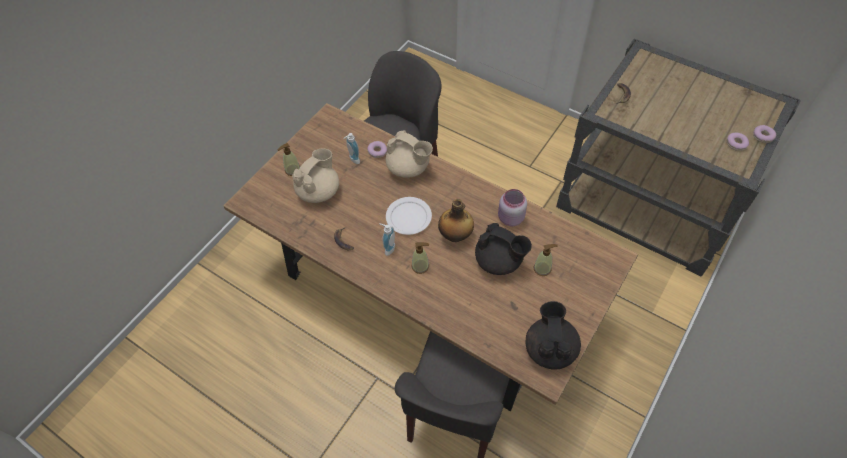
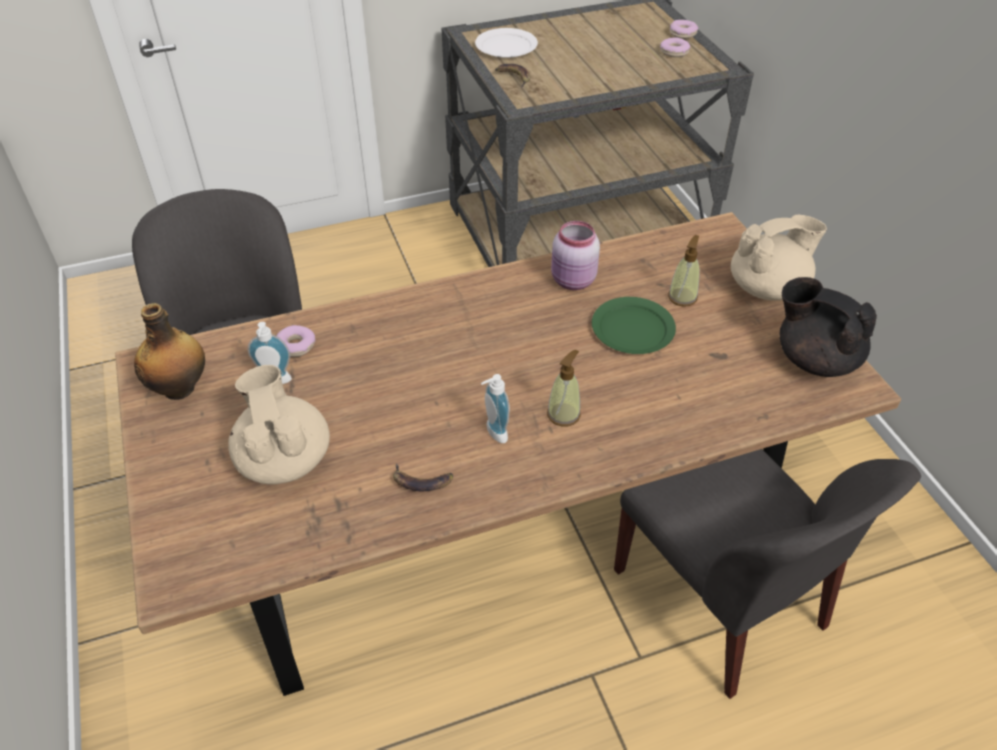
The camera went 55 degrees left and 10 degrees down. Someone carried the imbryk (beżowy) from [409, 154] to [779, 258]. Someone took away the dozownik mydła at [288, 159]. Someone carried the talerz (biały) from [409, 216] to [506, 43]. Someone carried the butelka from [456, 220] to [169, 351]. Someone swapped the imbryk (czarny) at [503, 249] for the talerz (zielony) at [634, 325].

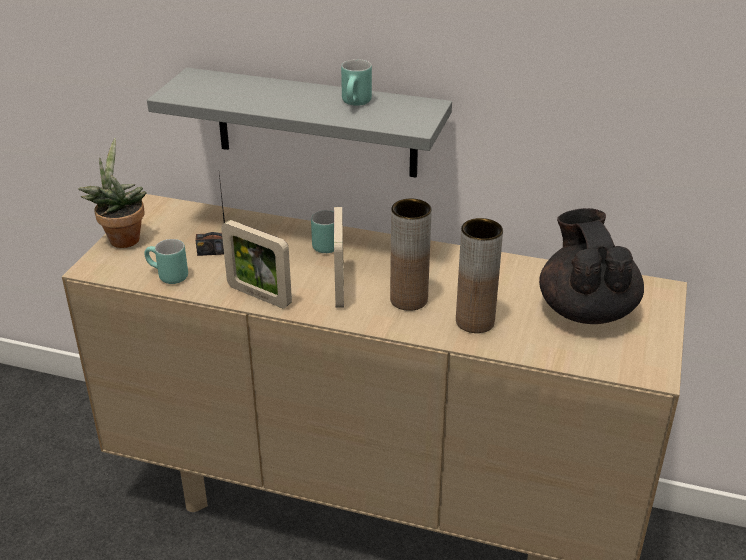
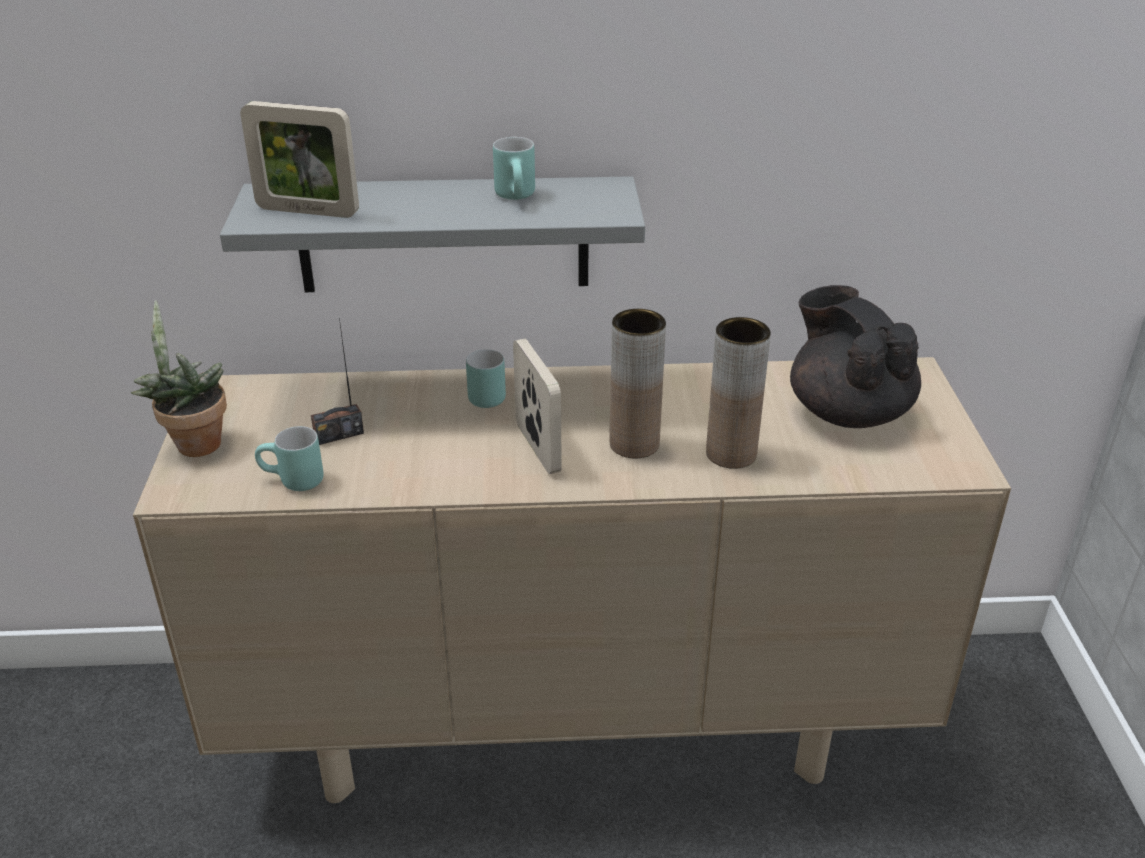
The camera went 20 degrees left and 0 degrees up. Someone carried the ramka na zdjęcie from [256, 264] to [299, 159].

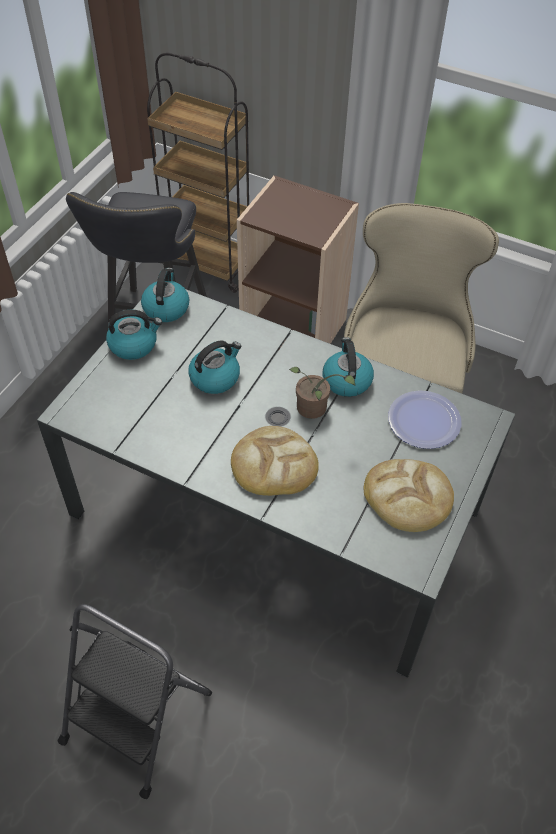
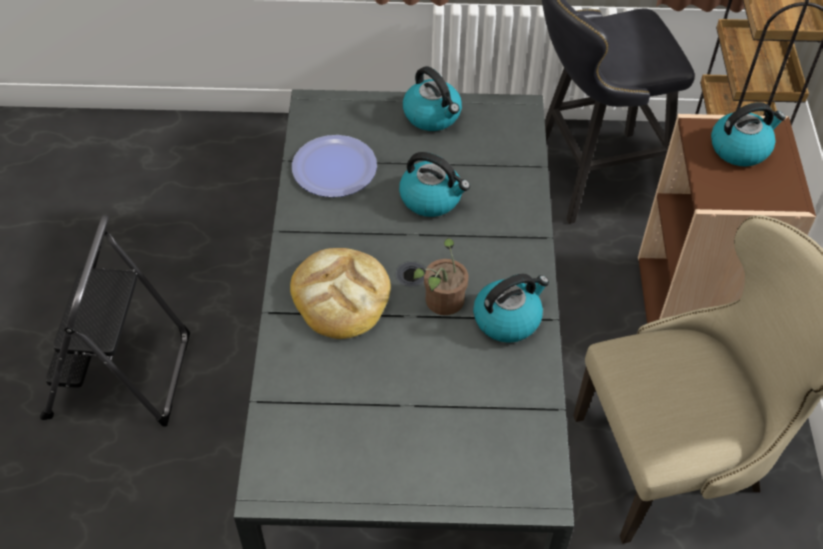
The camera went 65 degrees right and 0 degrees up. Someone carried the czajnik from [165, 295] to [748, 134]. Someone carried the talerz from [425, 419] to [334, 166]. Someone took away the chleb at [409, 495].

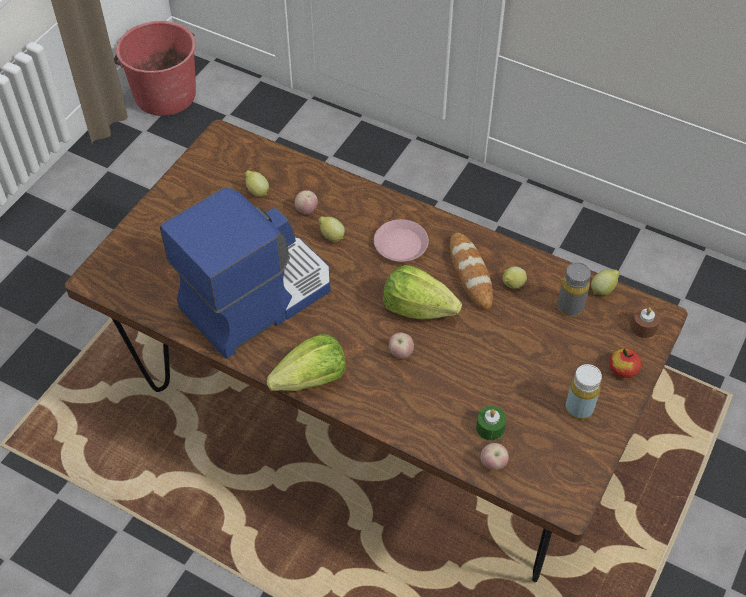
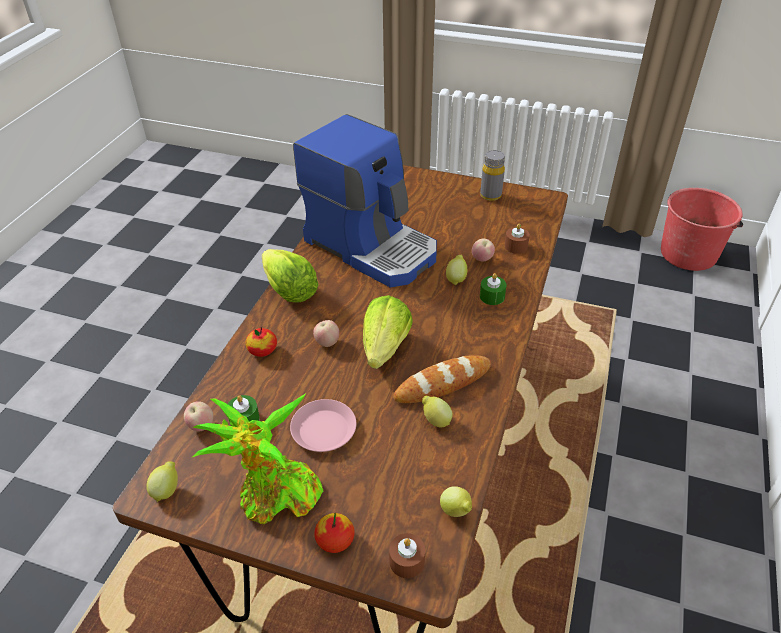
The camera went 80 degrees right and 10 degrees down. Someone carried the cytryna from [257, 183] to [162, 481]. Someone carried the talerz (różowy) from [401, 240] to [323, 425]. Someone carried the butelka (szary) from [574, 289] to [492, 175]. Someone swapped the butelka (żółty) at [584, 391] for the roślina doniczkowa at [258, 459]. Someone put down the świeca (brązowy) at [517, 238]. Someone put down the świeca (zielony) at [493, 289]. Someone put down the jabłko at [261, 342].

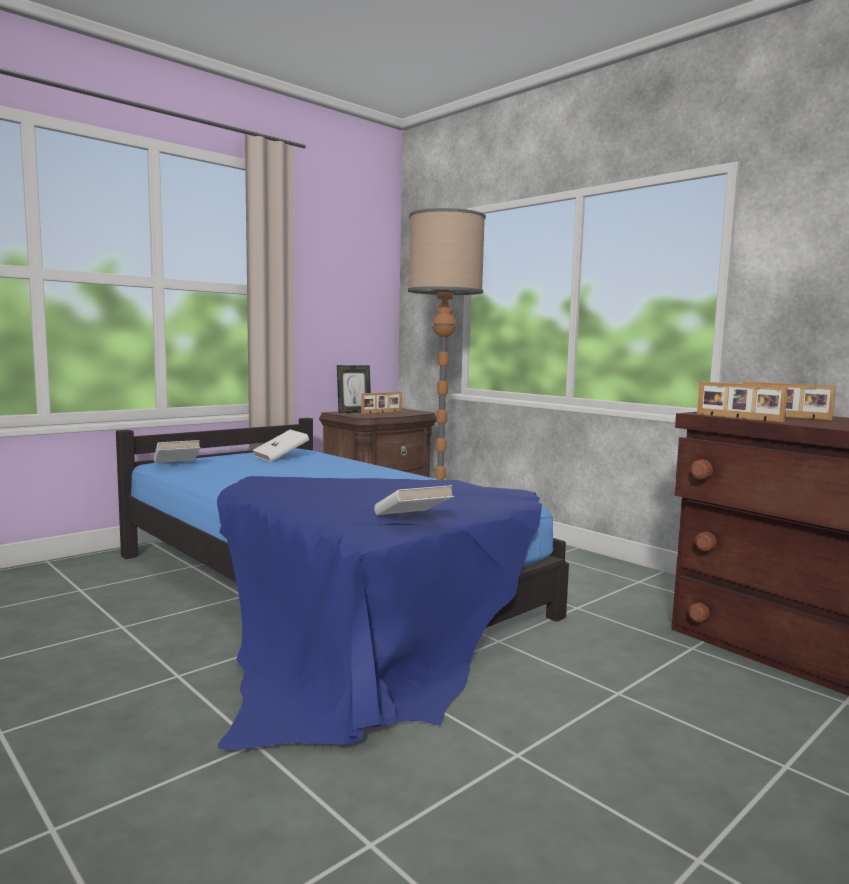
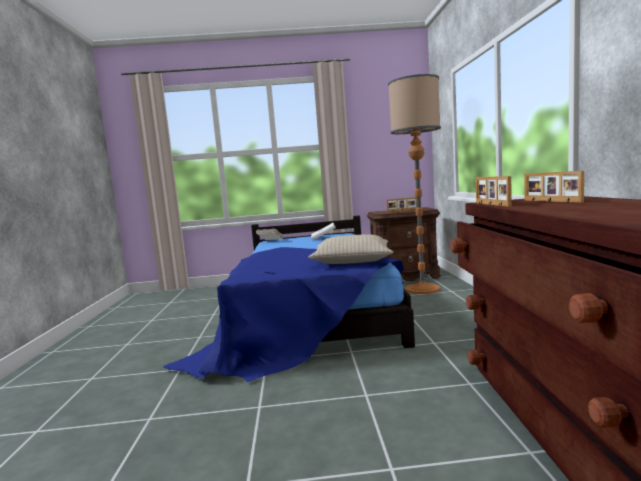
The camera went 40 degrees right and 0 degrees up. Someone took away the ramka na zdjęcie at [354, 389]. Someone took away the książka (biały) at [414, 500]. Someone put down the poduszka (beżowy) at [351, 249].

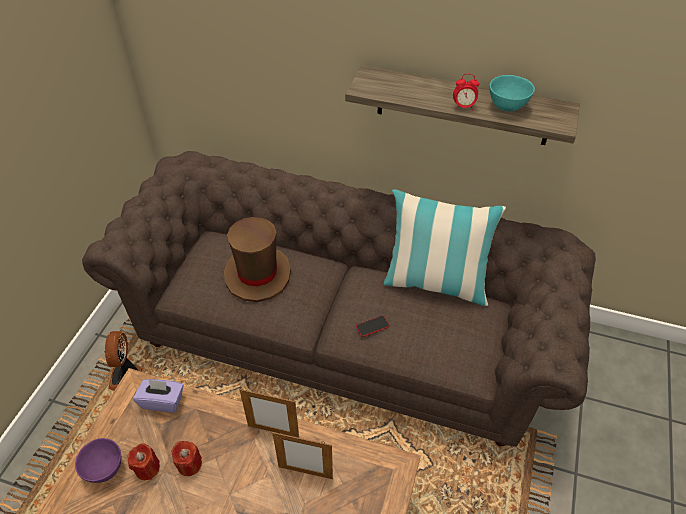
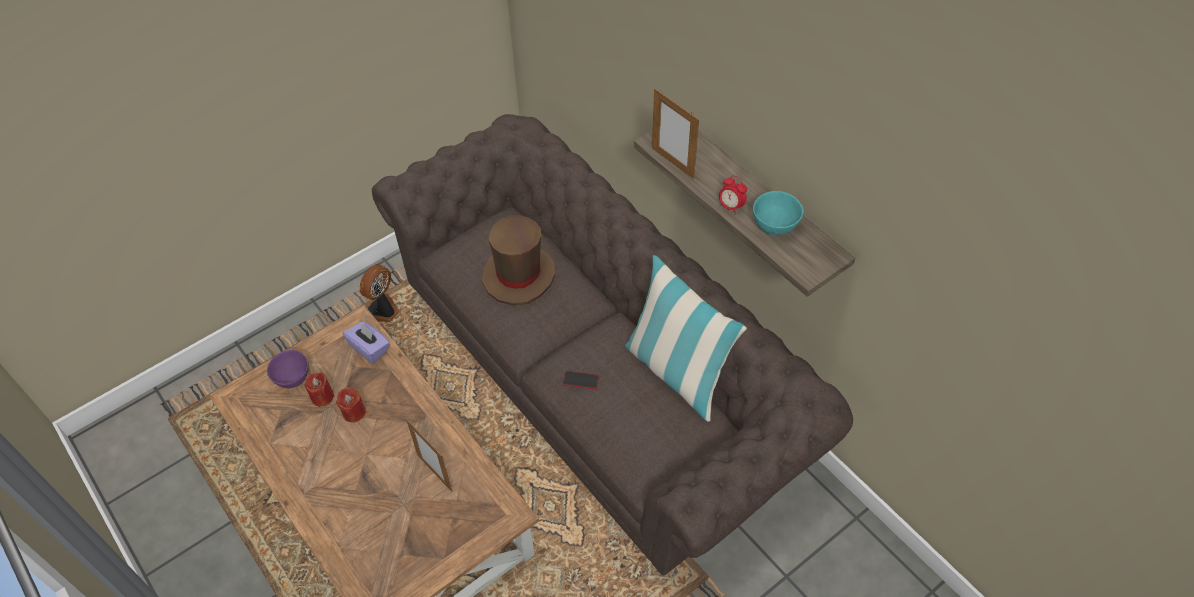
The camera went 35 degrees right and 5 degrees up. Someone carried the ramka na zdjęcie from [269, 413] to [675, 133].

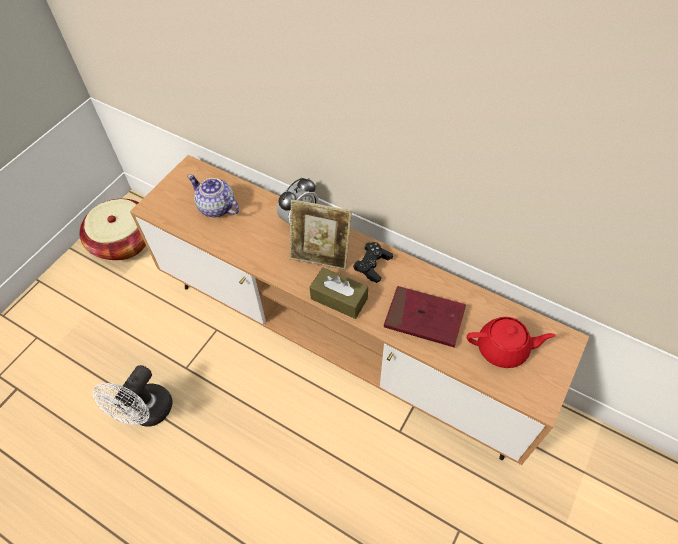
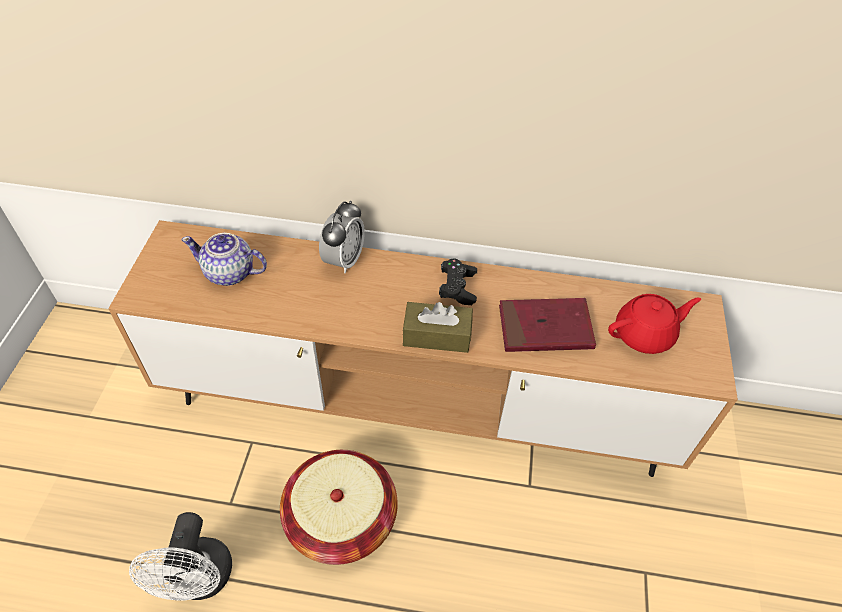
The camera went 25 degrees left and 5 degrees down. Someone carried the koszyk from [112, 229] to [339, 507]. Someone took away the ramka na zdjęcie at [321, 234].

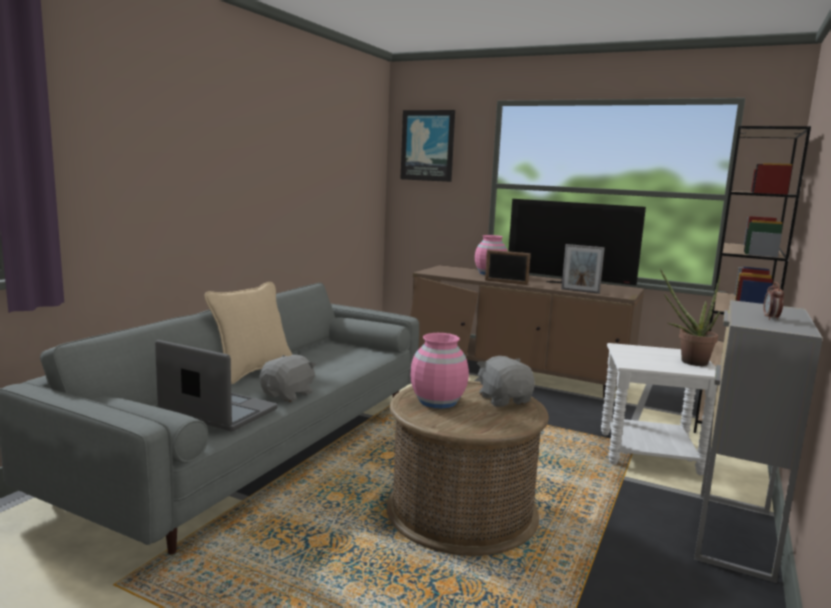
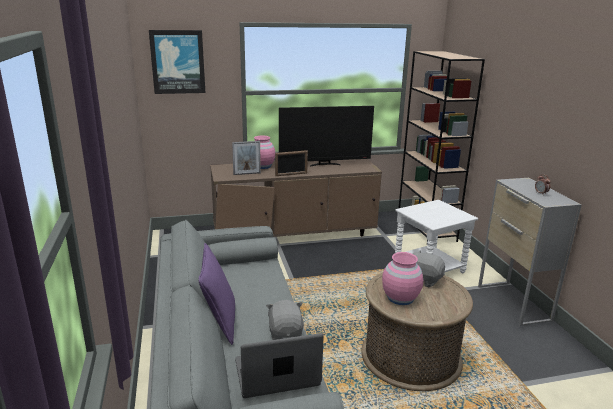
The camera went 40 degrees left and 10 degrees up. Someone carried the ramka na zdjęcie from [583, 269] to [246, 158]. Someone took away the roślina doniczkowa at [690, 317]. Someone repainted the poduszka (beżowy) at [248, 333], which became the poduszka (fioletowy) at [217, 294].

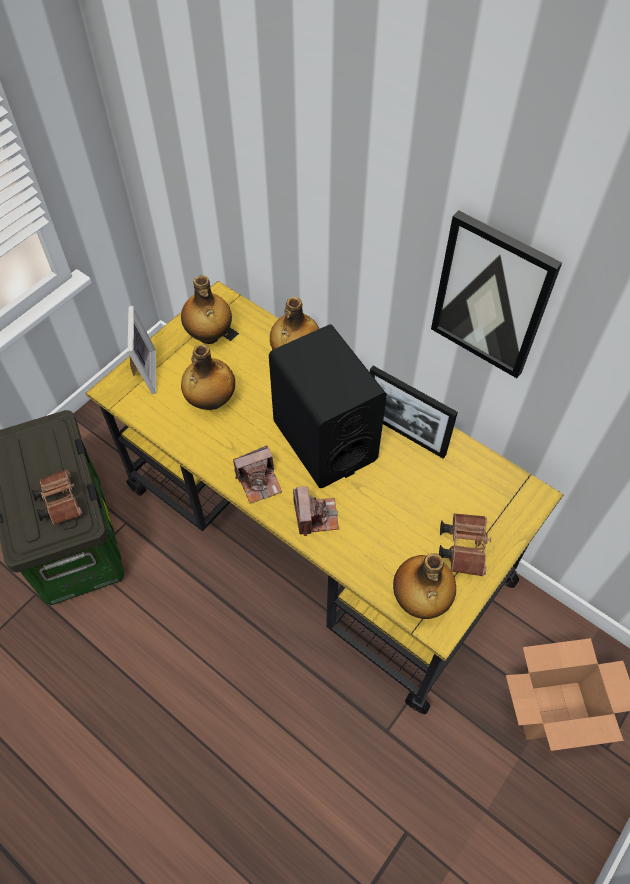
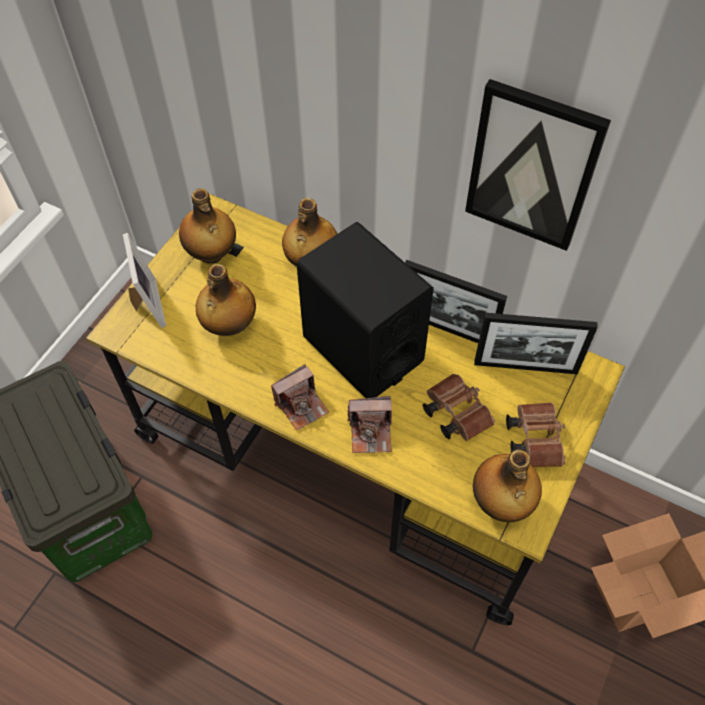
The camera went 10 degrees left and 0 degrees up. Someone carried the lornetka (brązowy) from [56, 497] to [459, 407]. Someone rotated the aparat fotograficzny at [316, 511] by 105 degrees clockwise. Someone put down the ramka na zdjęcie at [536, 343].

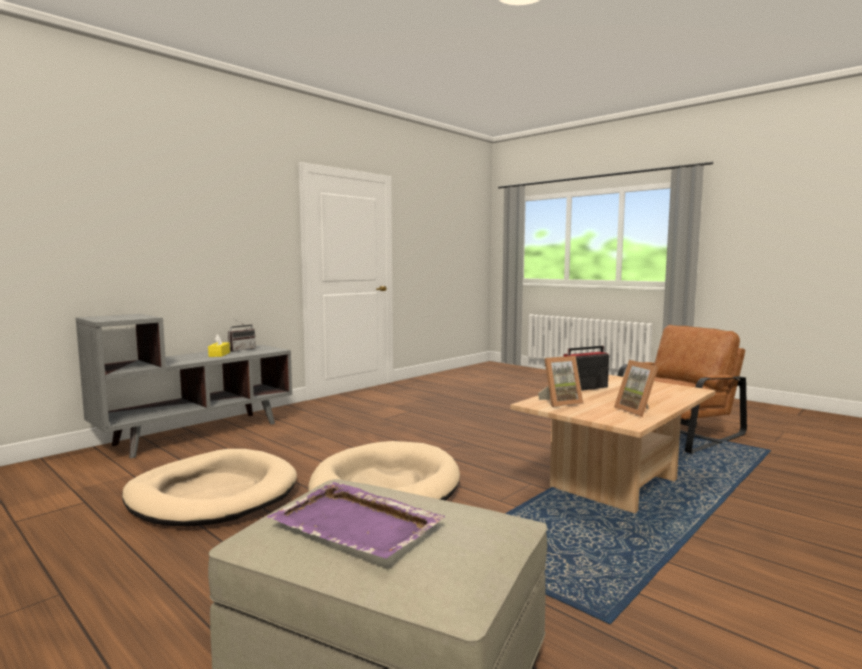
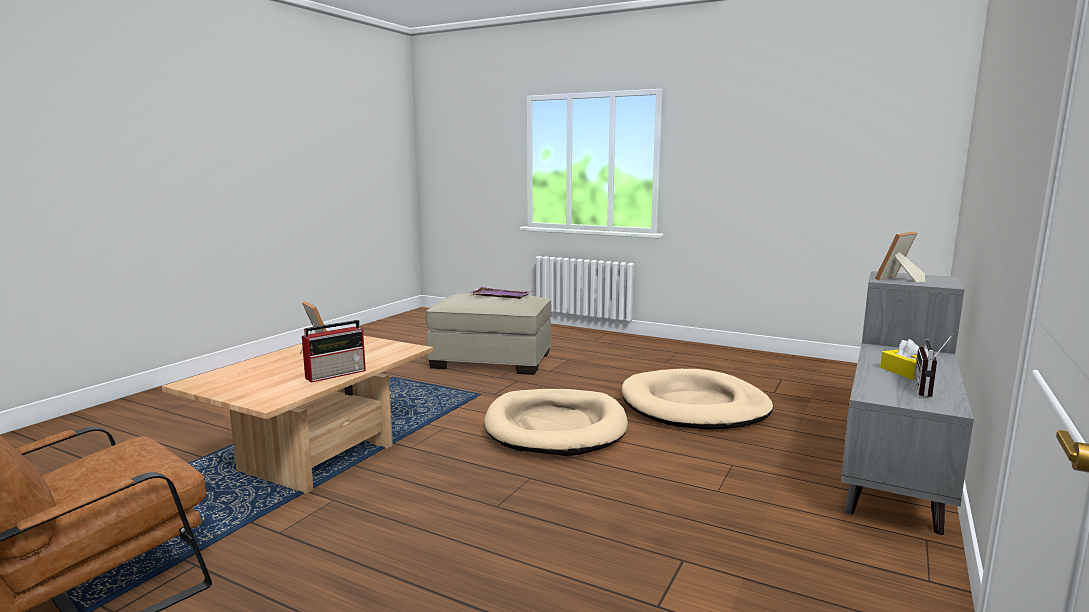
The camera went 165 degrees right and 5 degrees up. Someone carried the ramka na zdjęcie from [560, 381] to [900, 257].

